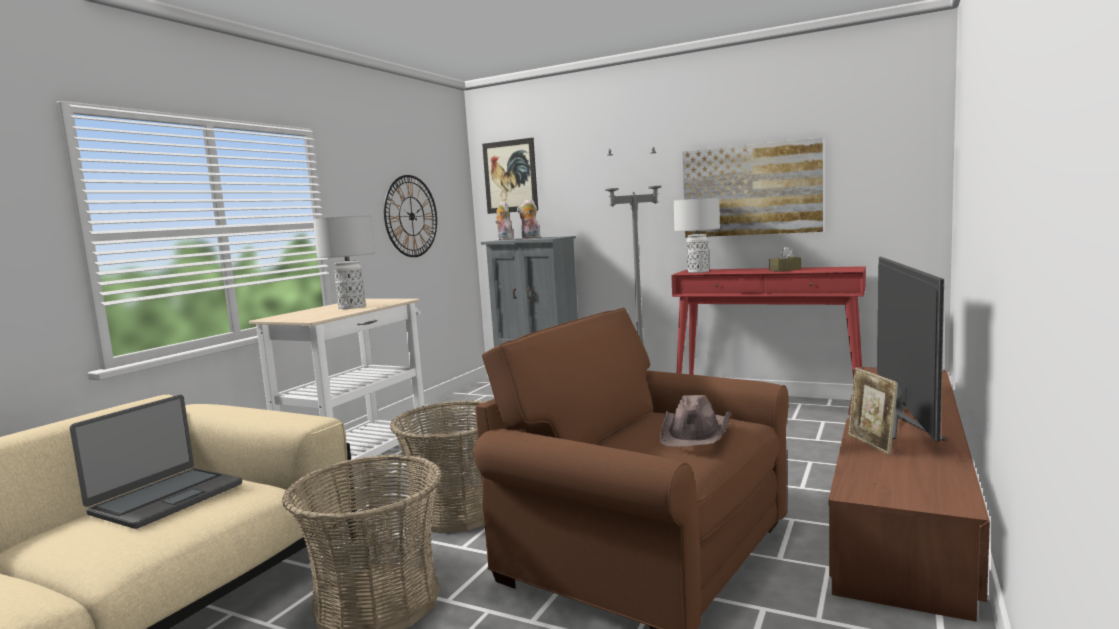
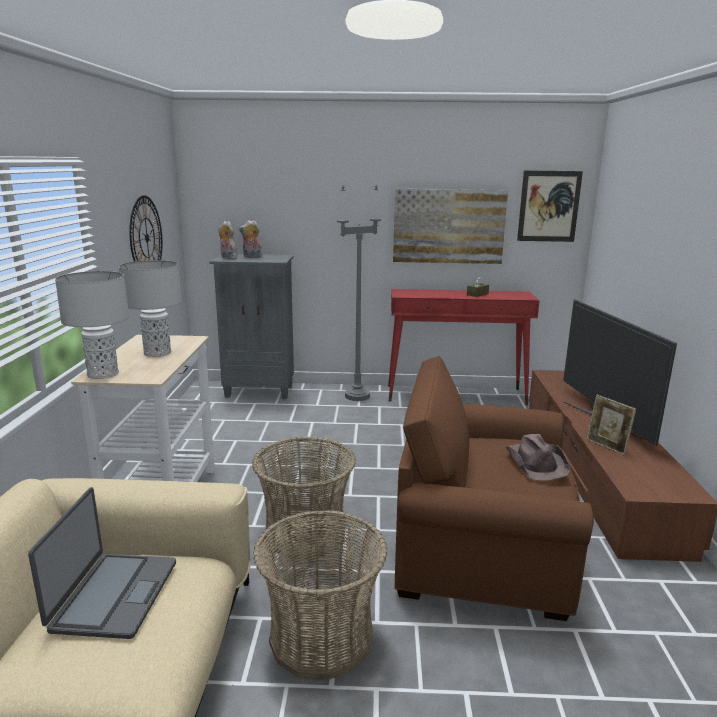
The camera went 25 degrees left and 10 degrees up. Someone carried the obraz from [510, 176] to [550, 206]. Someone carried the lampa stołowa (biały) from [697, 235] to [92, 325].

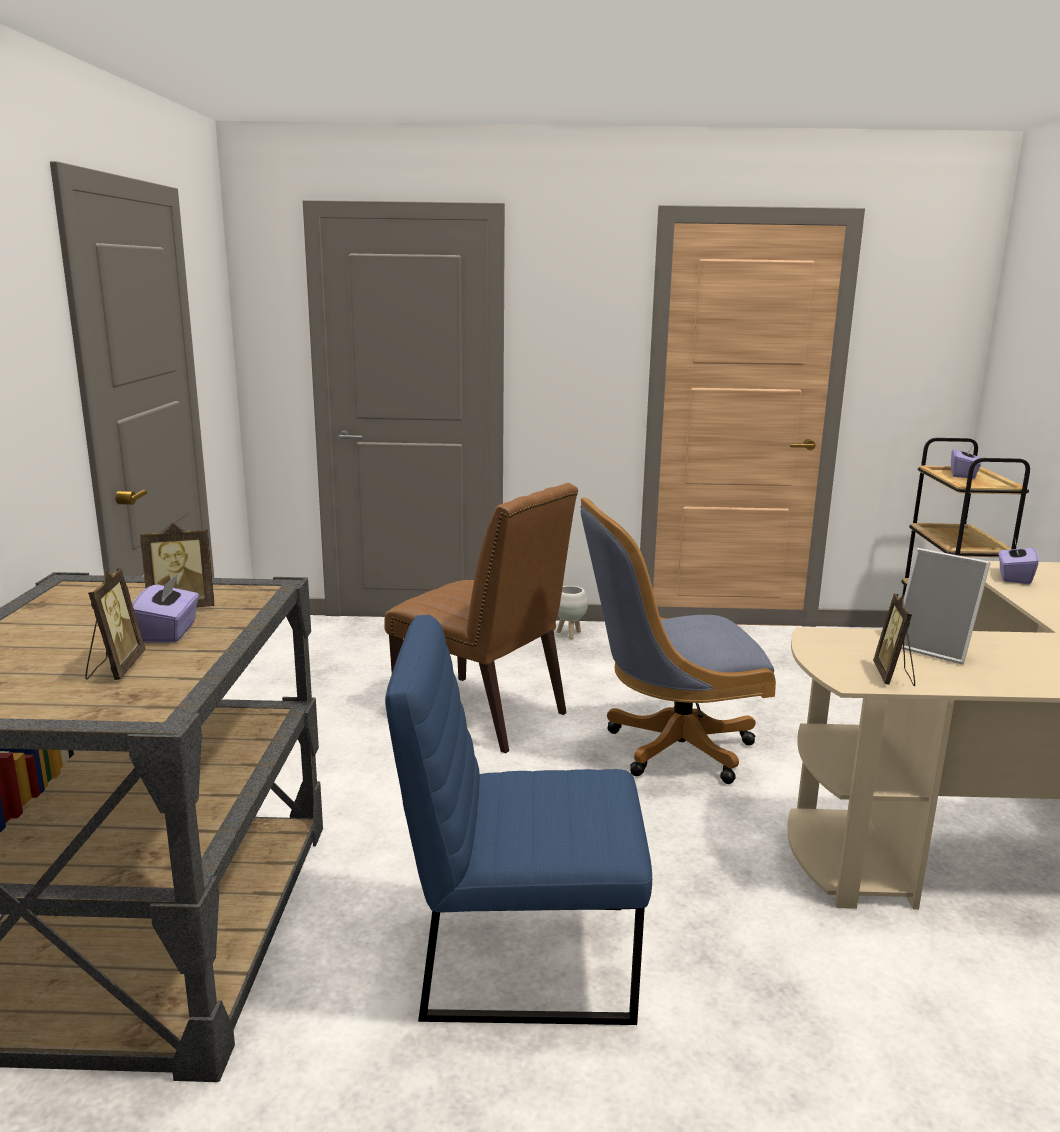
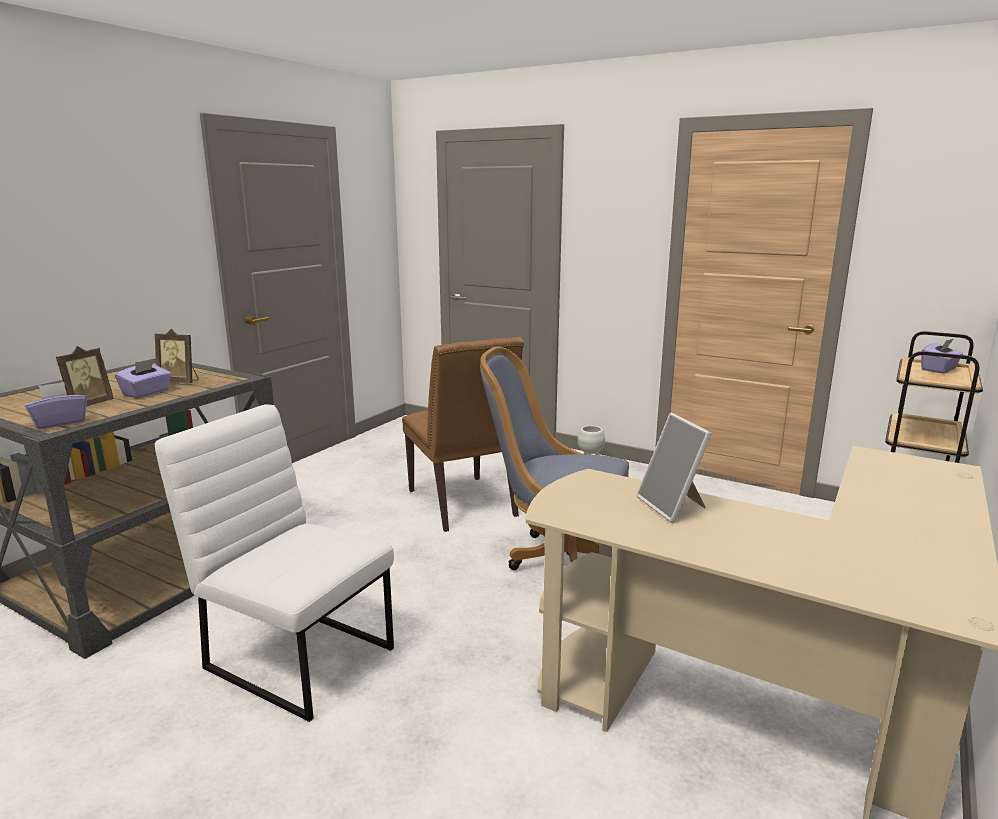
The camera went 30 degrees right and 0 degrees up. Someone carried the pudełko chusteczek (fioletowy) from [1018, 562] to [55, 405]. Someone took away the ramka na zdjęcie at [894, 639]. Someone repainted the krzesło (niebieski) at [518, 820], which became the krzesło (biały) at [274, 563].

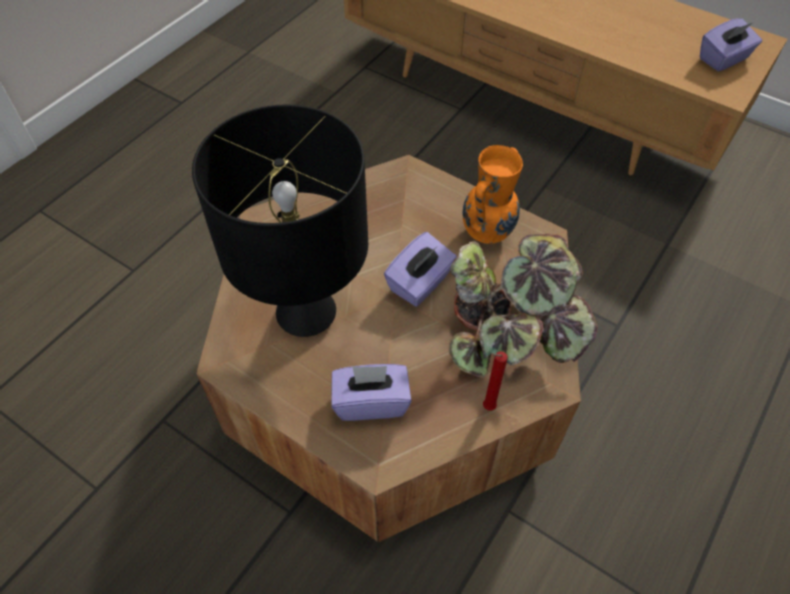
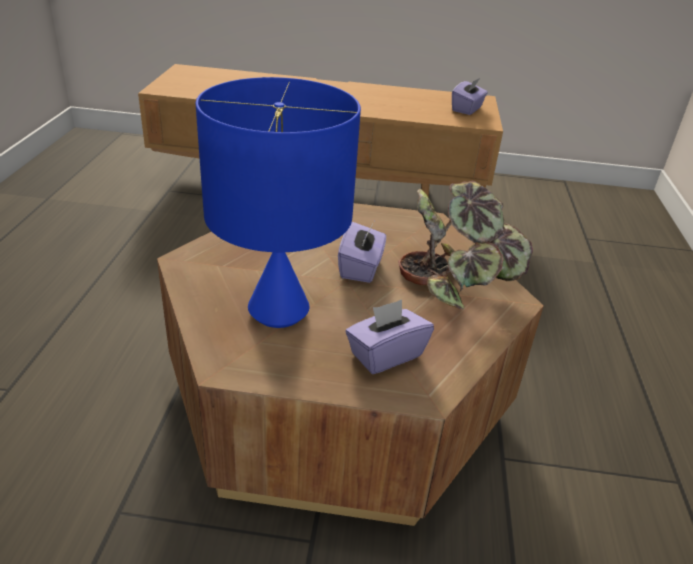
The camera went 30 degrees left and 20 degrees down. Someone repainted the lampa stołowa (czarny) at [280, 221], which became the lampa stołowa (niebieski) at [278, 202]. Someone took away the wazon (pomarańczowy) at [493, 195]. Someone took away the świeca (czerwony) at [495, 381].

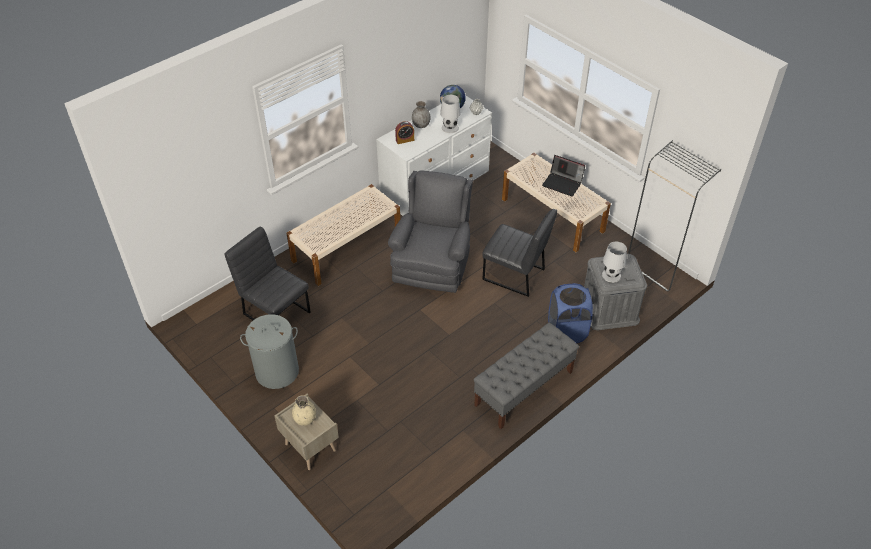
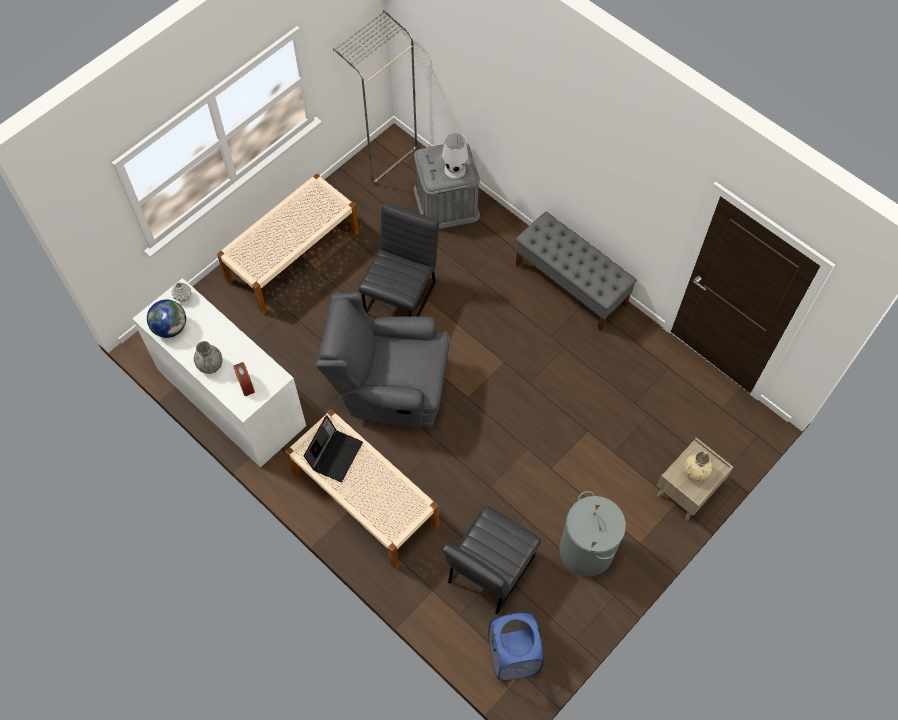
The camera went 95 degrees left and 15 degrees up. Someone took away the lampa stołowa (biały) at [450, 114]. Someone carried the laptop from [563, 175] to [333, 448]. Someone carried the kosz na pranie (niebieski) from [570, 313] to [516, 646].

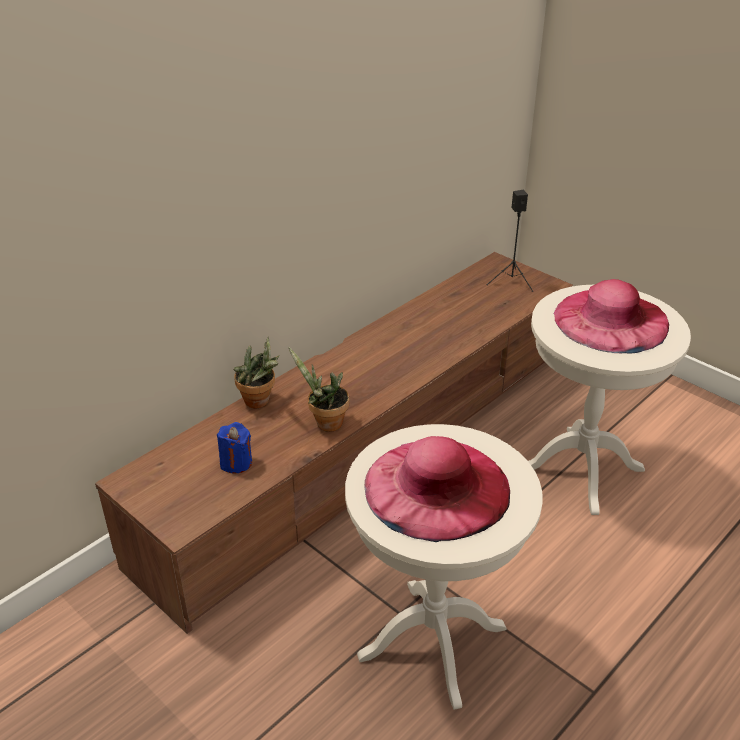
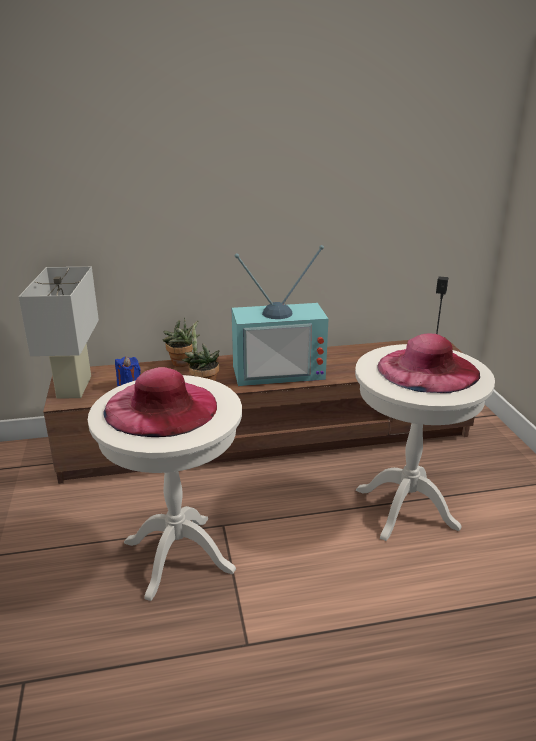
The camera went 35 degrees right and 10 degrees down. Someone put down the telewizor at [279, 315]. Someone put down the lampa stołowa (biały) at [59, 333].

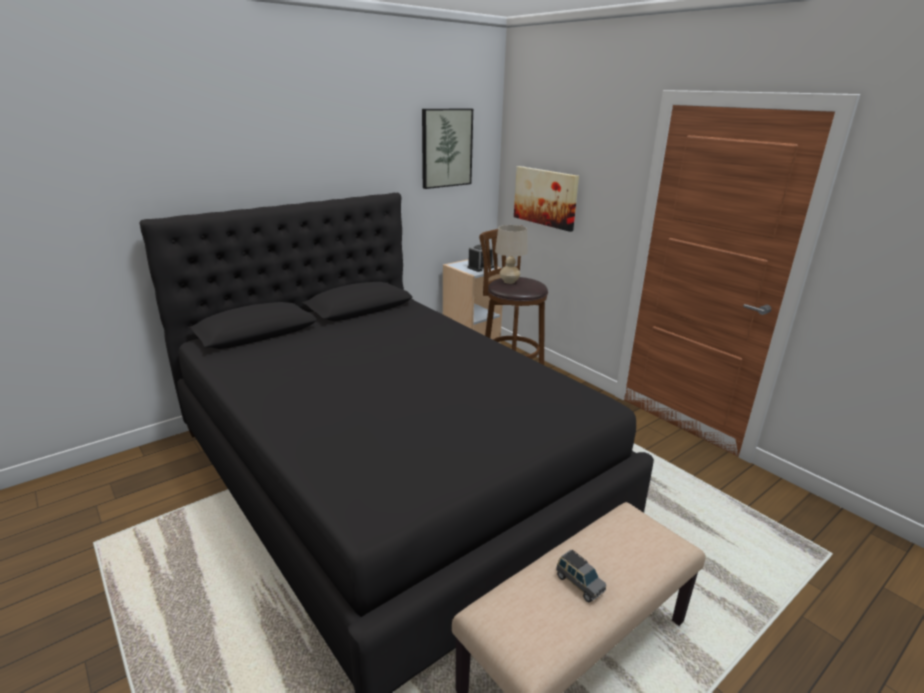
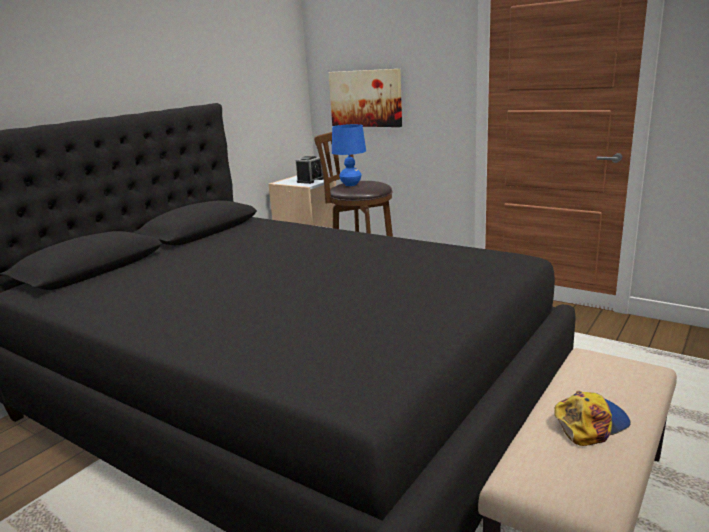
The camera went 15 degrees left and 5 degrees down. Someone took away the obraz at [447, 148]. Someone repainted the lampa stołowa (beżowy) at [511, 254], which became the lampa stołowa (niebieski) at [349, 155]. Someone swapped the samochodzik (szary) at [581, 576] for the czapka z daszkiem at [593, 418].

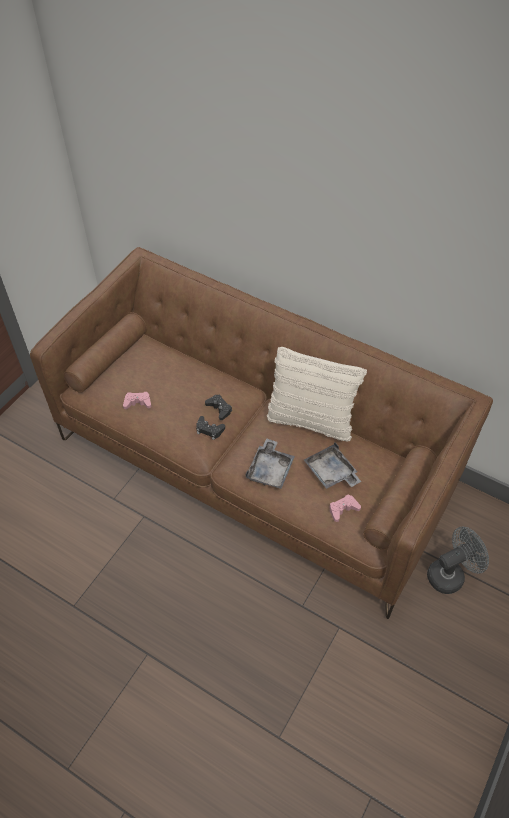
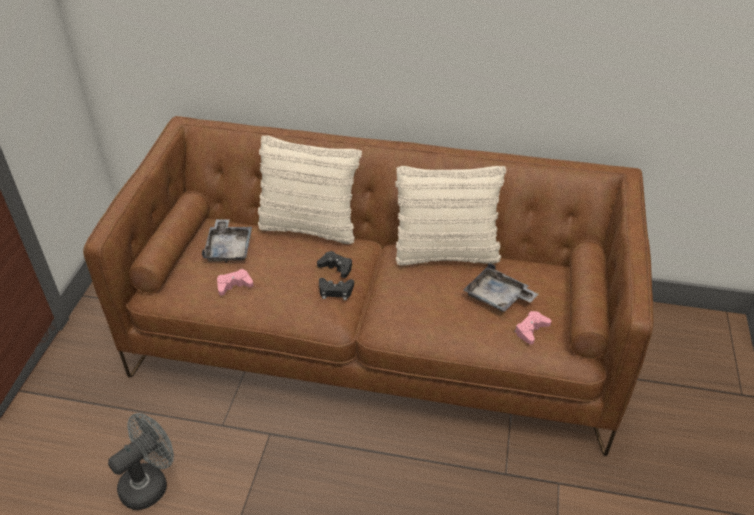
The camera went 20 degrees left and 10 degrees down. Someone carried the taca (szary) from [270, 463] to [227, 241]. Someone carried the wentylator (szary) from [458, 560] to [141, 461]. Someone put down the poduszka (beżowy) at [310, 189].

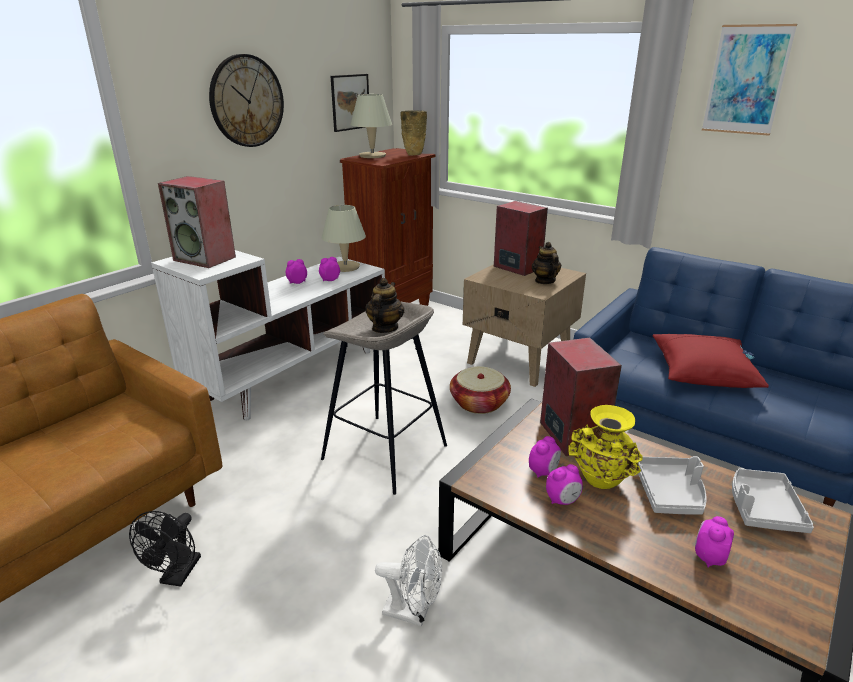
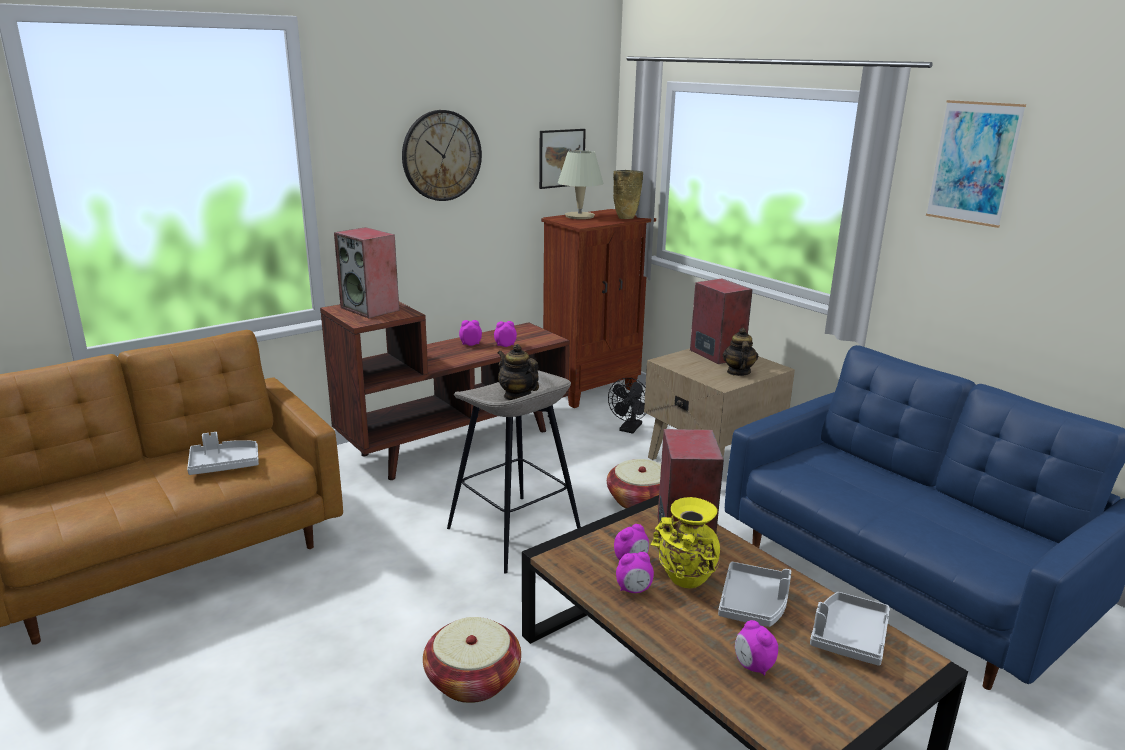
The camera went 15 degrees right and 5 degrees down. Someone took away the lampa stołowa (beżowy) at [344, 238]. Someone repainted the szafka pod telewizor (biały) at [268, 335], which became the szafka pod telewizor (brązowy) at [445, 391]. Someone rotated the imbryk at [385, 305] by 75 degrees counterclockwise. Someone took away the poduszka (czerwony) at [711, 361]. Someone carried the wentylator (czarny) from [165, 549] to [627, 406]. Someone rotated the budzik at [714, 541] by 75 degrees counterclockwise. Someone swapped the wentylator (biały) at [408, 580] for the koszyk at [472, 660]. Someone put down the taca (szary) at [223, 453].

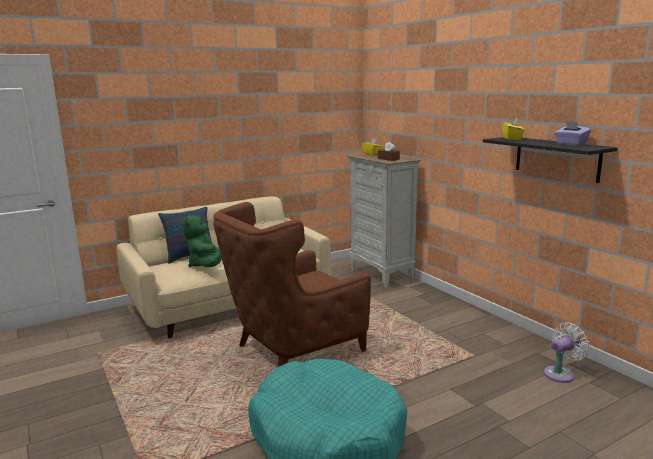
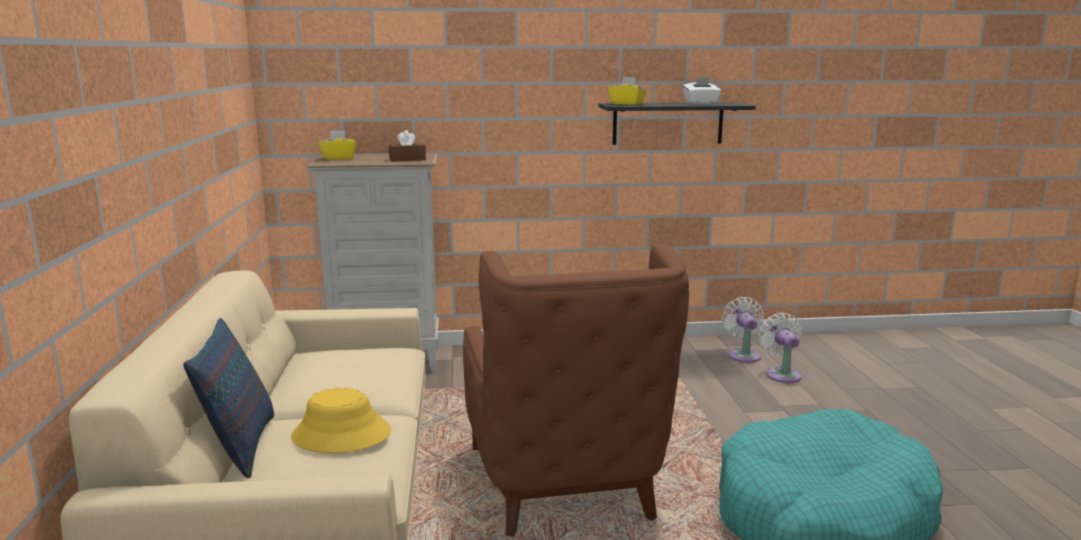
The camera went 65 degrees left and 0 degrees up. Someone repainted the pudełko chusteczek (fioletowy) at [572, 133], which became the pudełko chusteczek (biały) at [702, 90]. Someone swapped the pluszak (zielony) at [202, 240] for the kapelusz (żółty) at [341, 420]. Someone put down the wentylator (biały) at [780, 348].

